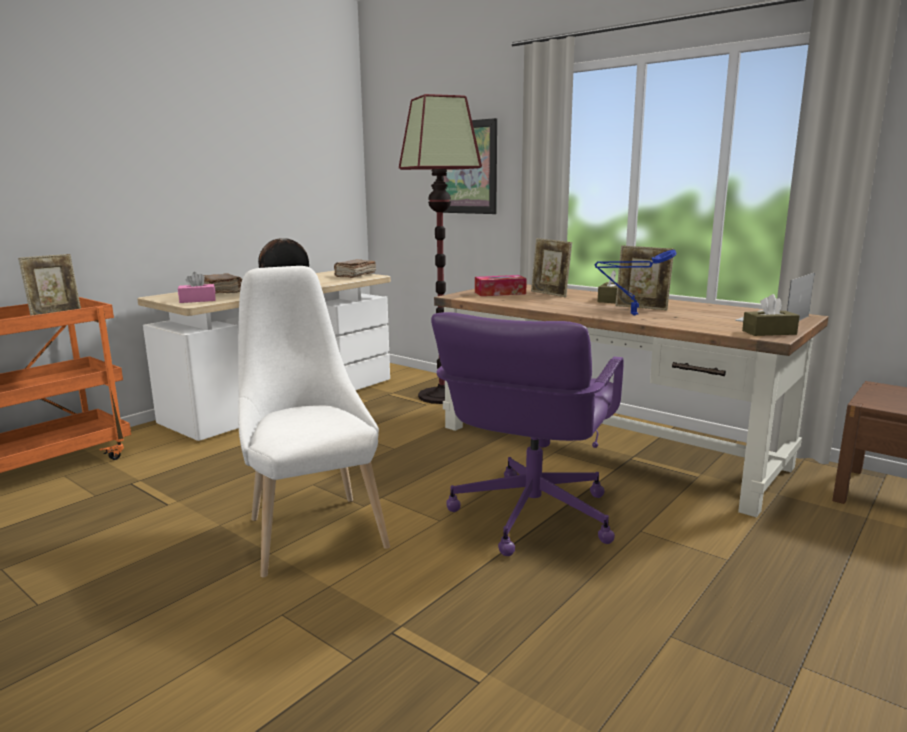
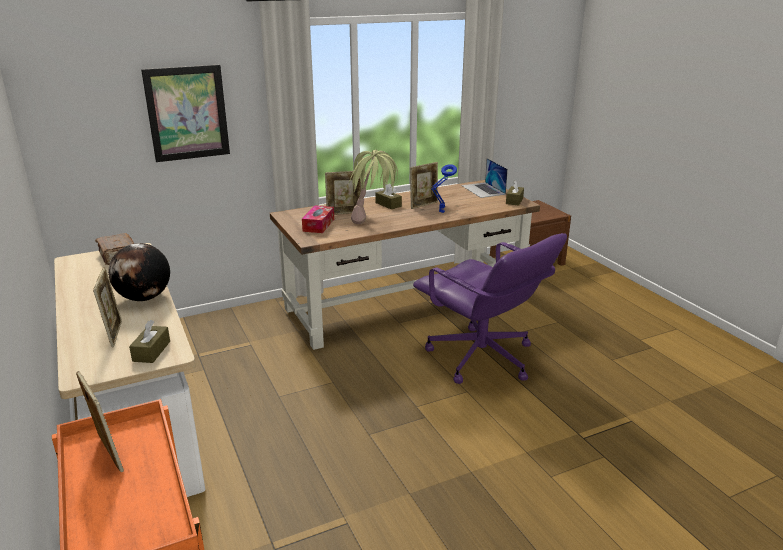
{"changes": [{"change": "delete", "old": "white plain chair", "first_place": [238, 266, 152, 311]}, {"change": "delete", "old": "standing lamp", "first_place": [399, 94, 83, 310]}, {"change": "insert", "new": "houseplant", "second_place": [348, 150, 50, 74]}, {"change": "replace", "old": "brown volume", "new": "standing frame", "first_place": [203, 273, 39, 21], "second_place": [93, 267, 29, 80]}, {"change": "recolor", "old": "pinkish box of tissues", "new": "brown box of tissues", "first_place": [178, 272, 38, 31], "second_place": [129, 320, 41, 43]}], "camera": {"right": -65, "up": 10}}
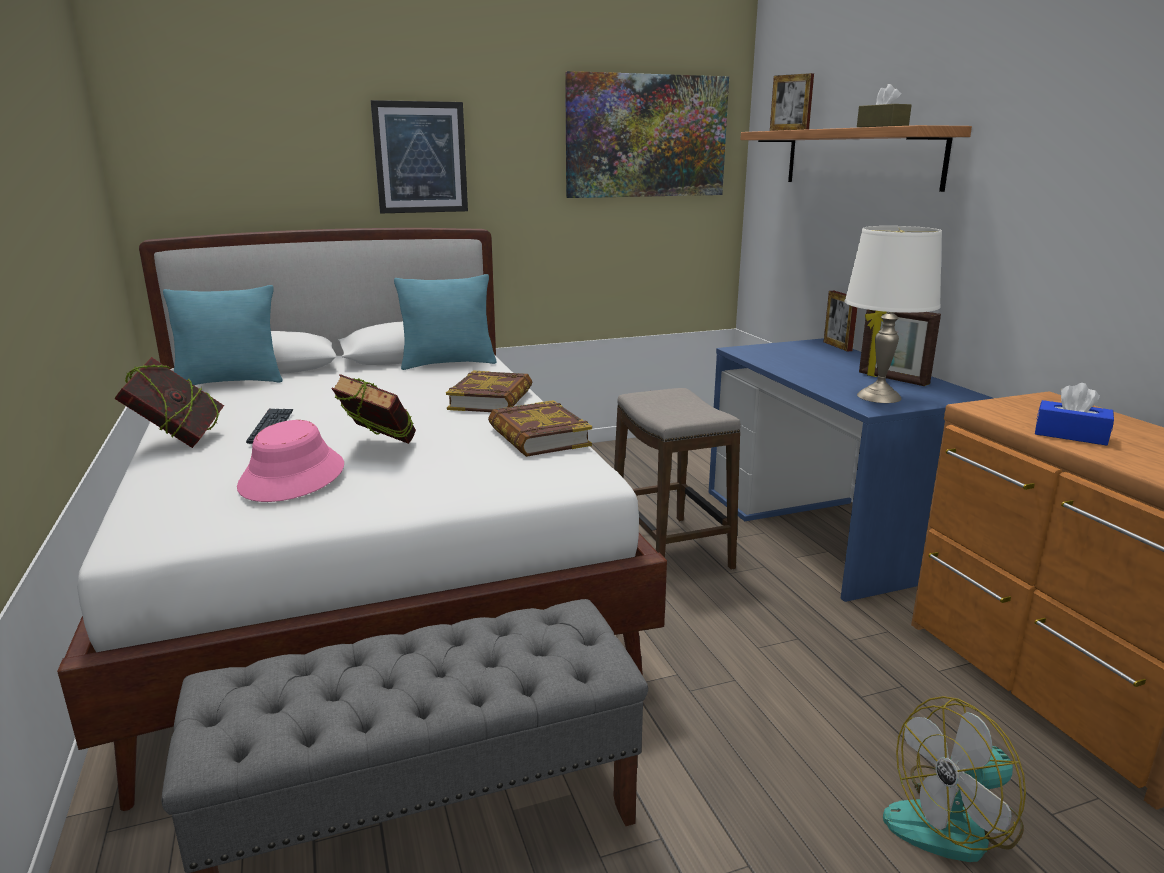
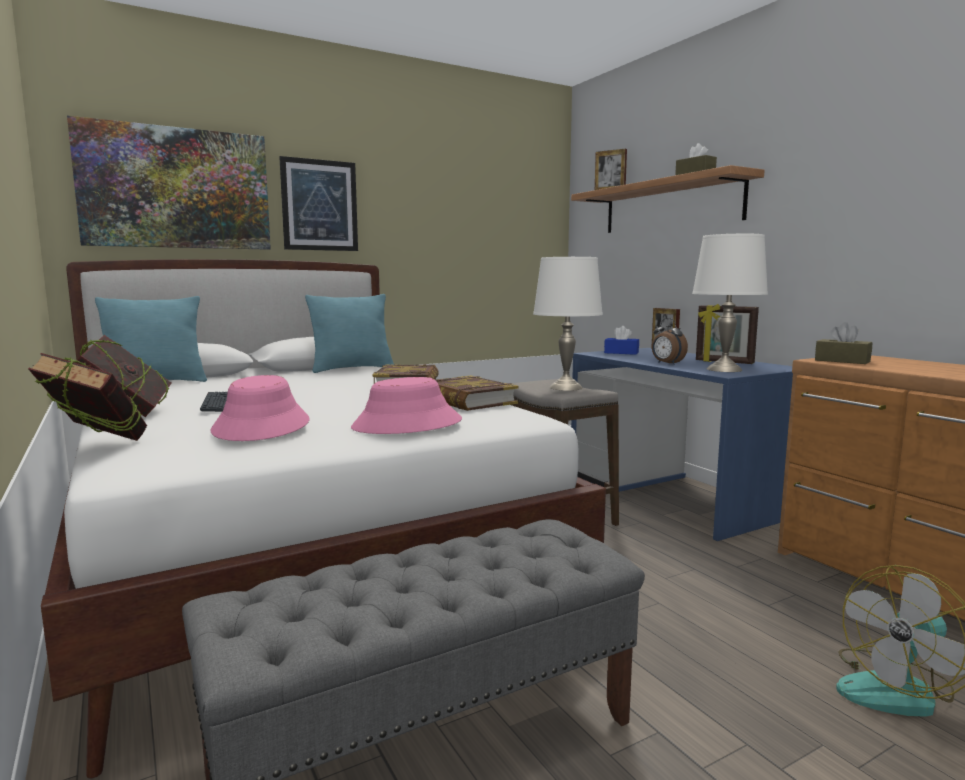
{"changes": [{"change": "insert", "new": "pinkish clothing hat", "second_place": [351, 377, 111, 57]}, {"change": "insert", "new": "white table lamp", "second_place": [533, 257, 70, 134]}, {"change": "insert", "new": "alarm clock", "second_place": [652, 318, 36, 47]}, {"change": "insert", "new": "brown box of tissues", "second_place": [815, 322, 58, 42]}, {"change": "move", "old": "volume", "first_place": [331, 374, 85, 70], "second_place": [28, 353, 119, 88]}, {"change": "move", "old": "wall art", "first_place": [565, 71, 164, 127], "second_place": [67, 116, 204, 134]}, {"change": "move", "old": "bluish box of tissues", "first_place": [1035, 383, 79, 63], "second_place": [604, 326, 35, 29]}], "camera": {"right": -10, "up": -10}}
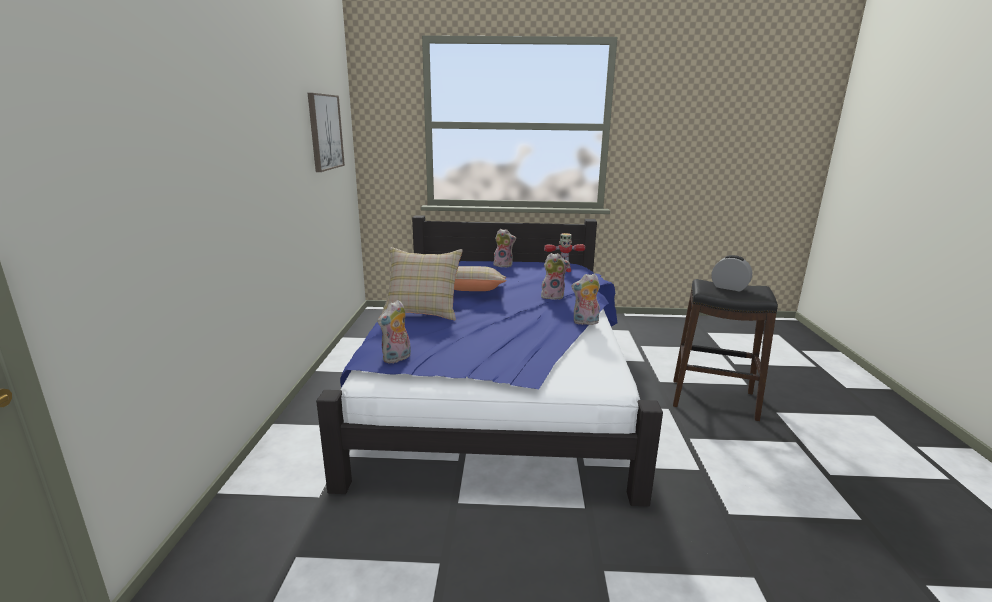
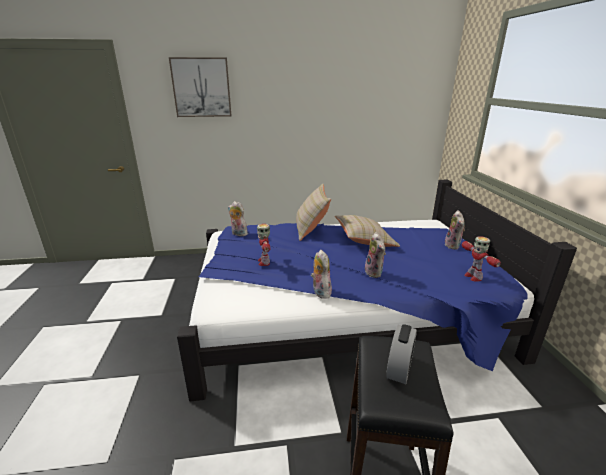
{"changes": [{"change": "insert", "new": "robot figure", "second_place": [257, 224, 13, 42]}, {"change": "move", "old": "wall art", "first_place": [308, 93, 37, 79], "second_place": [169, 57, 62, 60]}], "camera": {"right": 80, "up": 5}}
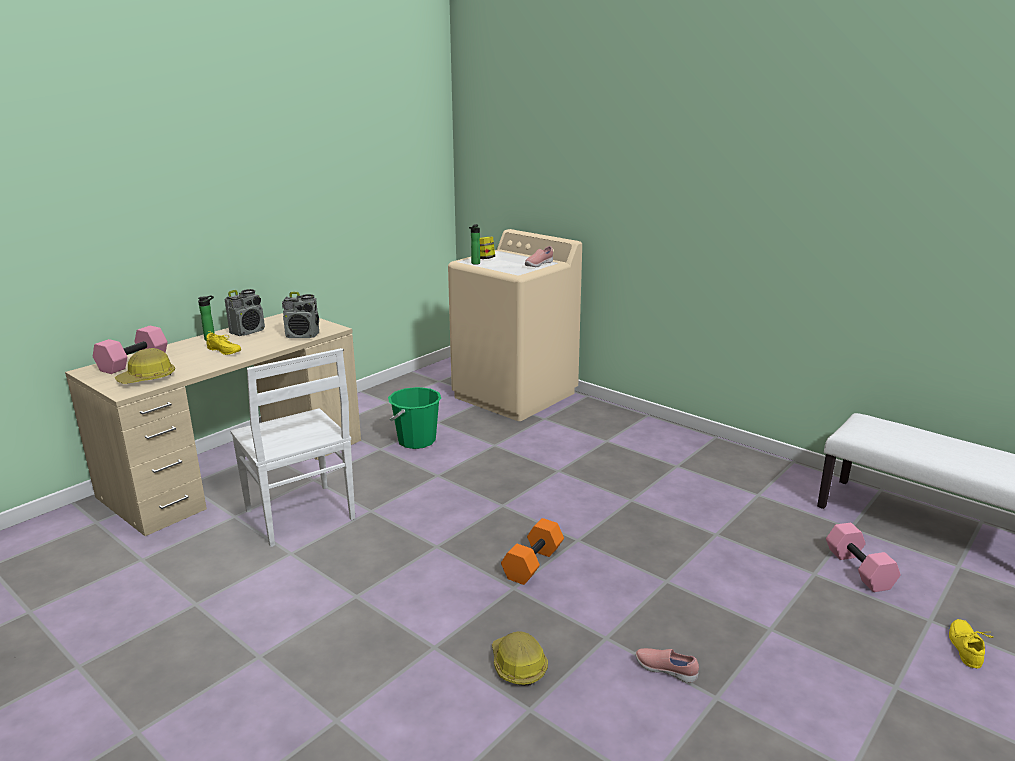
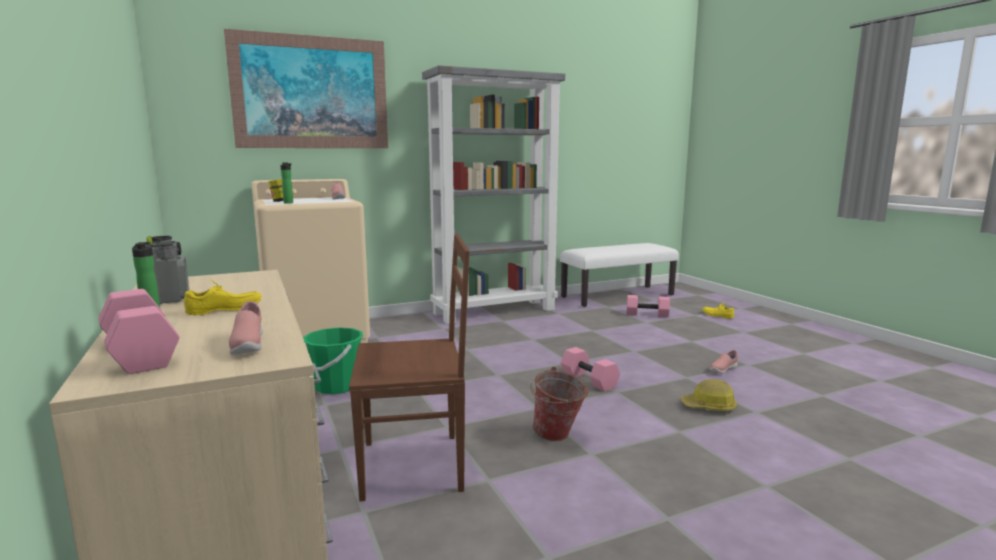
{"changes": [{"change": "delete", "old": "radio", "first_place": [282, 292, 37, 46]}, {"change": "insert", "new": "wall art", "second_place": [224, 29, 164, 119]}, {"change": "insert", "new": "gray shelving unit", "second_place": [422, 65, 143, 259]}, {"change": "insert", "new": "bucket", "second_place": [530, 367, 58, 74]}, {"change": "replace", "old": "safety helmet", "new": "pinkish item of footwear", "first_place": [115, 348, 60, 36], "second_place": [229, 301, 34, 54]}, {"change": "recolor", "old": "white plain chair", "new": "brown plain chair", "first_place": [230, 348, 125, 199], "second_place": [349, 233, 121, 268]}, {"change": "recolor", "old": "orange free weight", "new": "pinkish free weight", "first_place": [501, 518, 63, 67], "second_place": [561, 347, 59, 45]}], "camera": {"right": -65, "up": -10}}
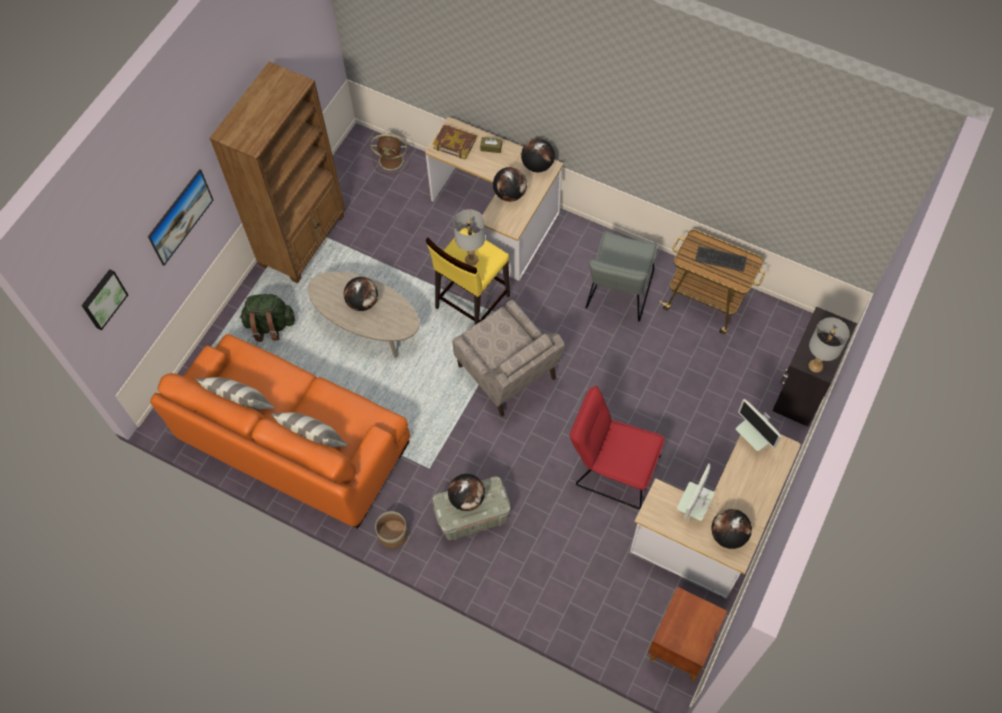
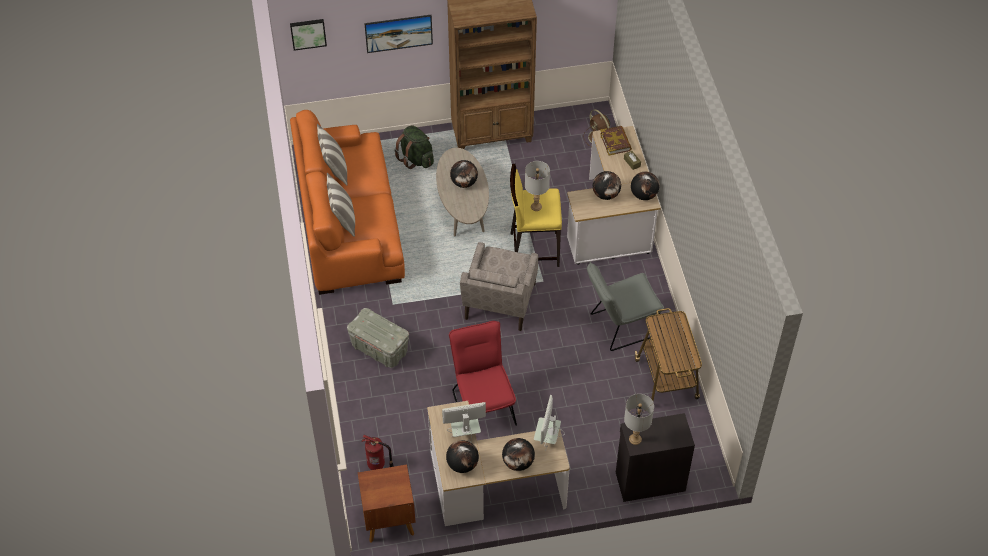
{"changes": [{"change": "delete", "old": "planter", "first_place": [375, 511, 33, 38]}, {"change": "delete", "old": "computer keyboard", "first_place": [695, 246, 52, 26]}, {"change": "insert", "new": "extinguisher", "second_place": [361, 435, 33, 35]}, {"change": "move", "old": "desk globe", "first_place": [448, 474, 37, 37], "second_place": [502, 438, 33, 33]}], "camera": {"right": 50, "up": -10}}
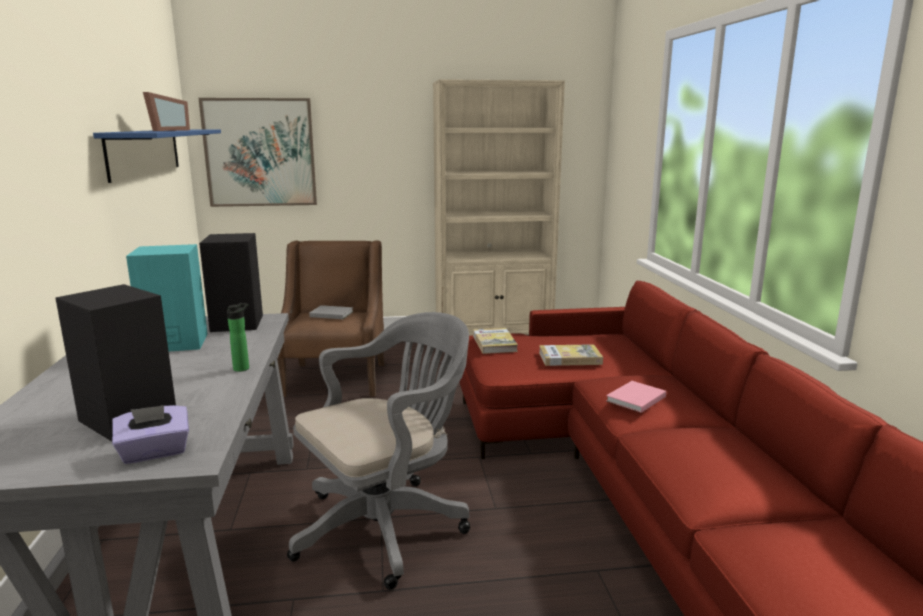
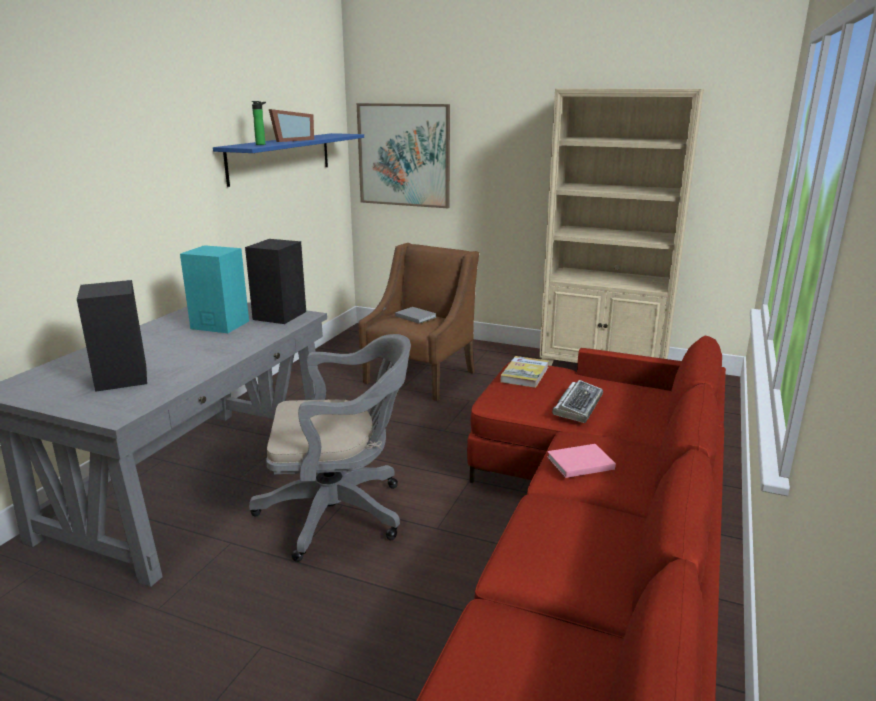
{"changes": [{"change": "delete", "old": "purple box of tissues", "first_place": [112, 405, 77, 59]}, {"change": "move", "old": "drink bottle", "first_place": [227, 303, 22, 69], "second_place": [252, 101, 14, 44]}, {"change": "replace", "old": "volume", "new": "computer keyboard", "first_place": [539, 344, 64, 22], "second_place": [552, 380, 51, 43]}], "camera": {"right": 30, "up": 5}}
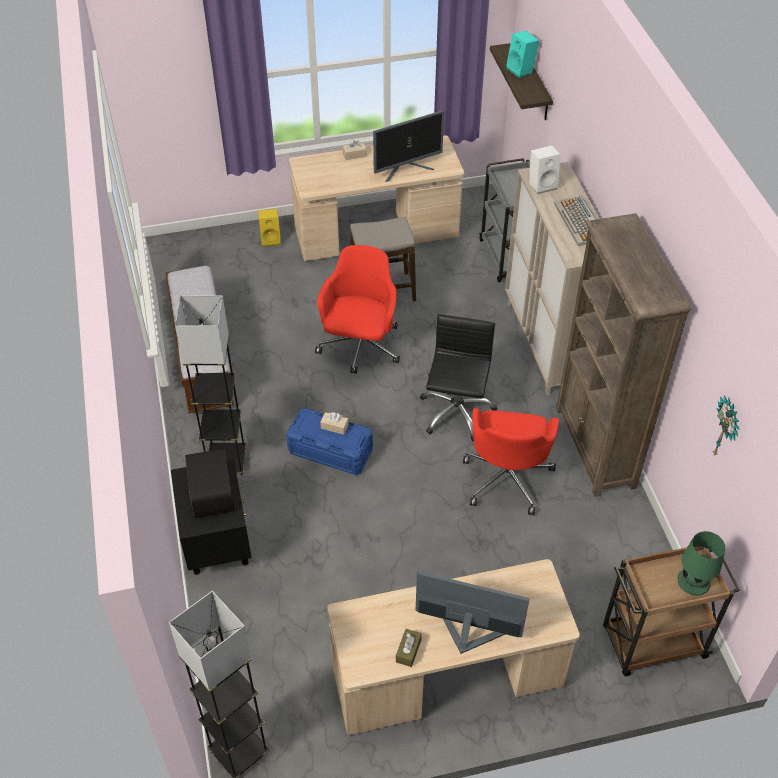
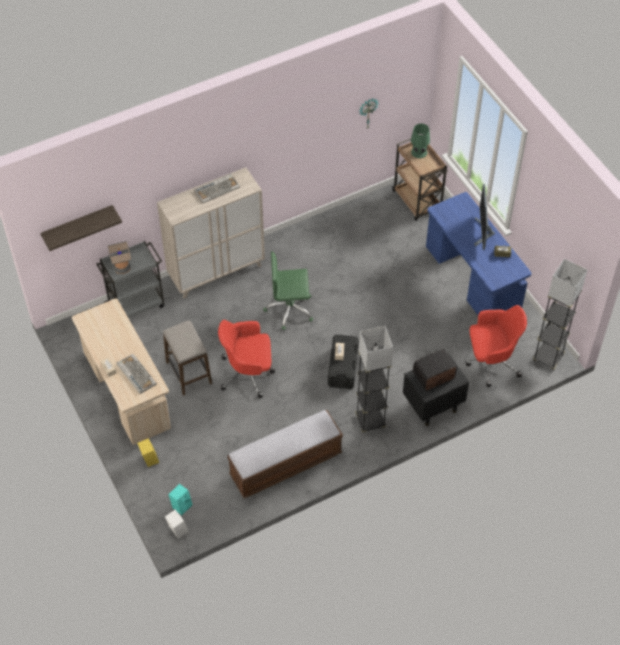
{"changes": [{"change": "delete", "old": "computer screen", "first_place": [373, 110, 71, 72]}, {"change": "delete", "old": "brown shelving unit", "first_place": [556, 213, 136, 284]}, {"change": "insert", "new": "table lamp", "second_place": [108, 241, 23, 33]}, {"change": "insert", "new": "computer keyboard", "second_place": [117, 354, 40, 40]}, {"change": "move", "old": "red-coloured desk chair", "first_place": [463, 408, 96, 107], "second_place": [466, 305, 61, 82]}, {"change": "move", "old": "blue-green audio speaker", "first_place": [506, 30, 33, 48], "second_place": [168, 484, 25, 31]}, {"change": "move", "old": "white audio speaker", "first_place": [529, 145, 31, 49], "second_place": [165, 510, 24, 29]}, {"change": "recolor", "old": "bluish storage container", "new": "blackish storage container", "first_place": [286, 408, 87, 67], "second_place": [328, 334, 31, 55]}, {"change": "recolor", "old": "sand-coloured desk table", "new": "bluish desk table", "first_place": [327, 559, 253, 176], "second_place": [426, 192, 106, 123]}, {"change": "recolor", "old": "blackish desk chair", "new": "green desk chair", "first_place": [420, 314, 77, 127], "second_place": [264, 251, 49, 79]}], "camera": {"right": -105, "up": 5}}
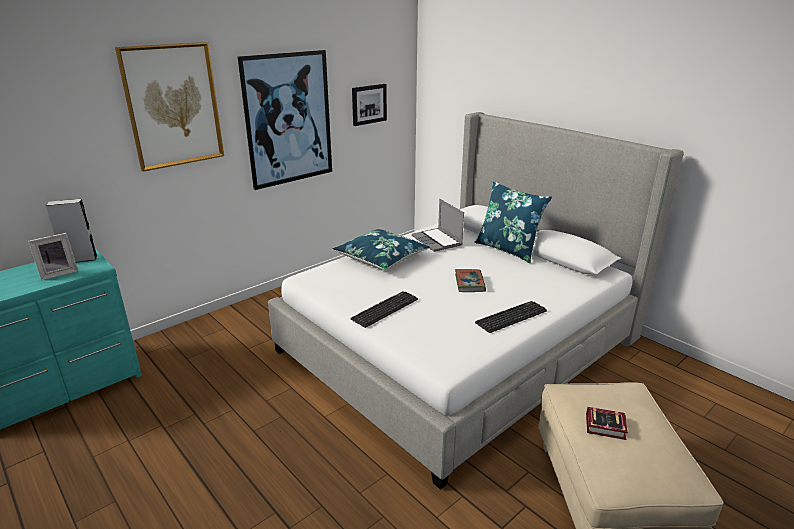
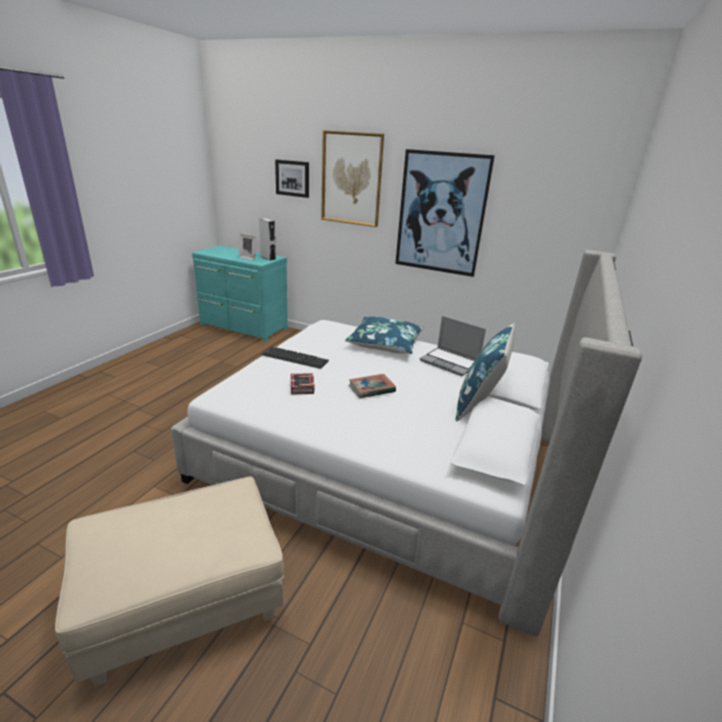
{"changes": [{"change": "delete", "old": "computer keyboard", "first_place": [475, 301, 72, 32]}, {"change": "move", "old": "wall art", "first_place": [352, 84, 35, 42], "second_place": [275, 159, 34, 39]}, {"change": "move", "old": "volume", "first_place": [586, 407, 42, 33], "second_place": [291, 373, 24, 22]}, {"change": "rotate", "old": "portable computer", "first_place": [412, 199, 52, 53], "second_place": [420, 316, 66, 60], "degrees": -90}], "camera": {"right": 65, "up": 0}}
